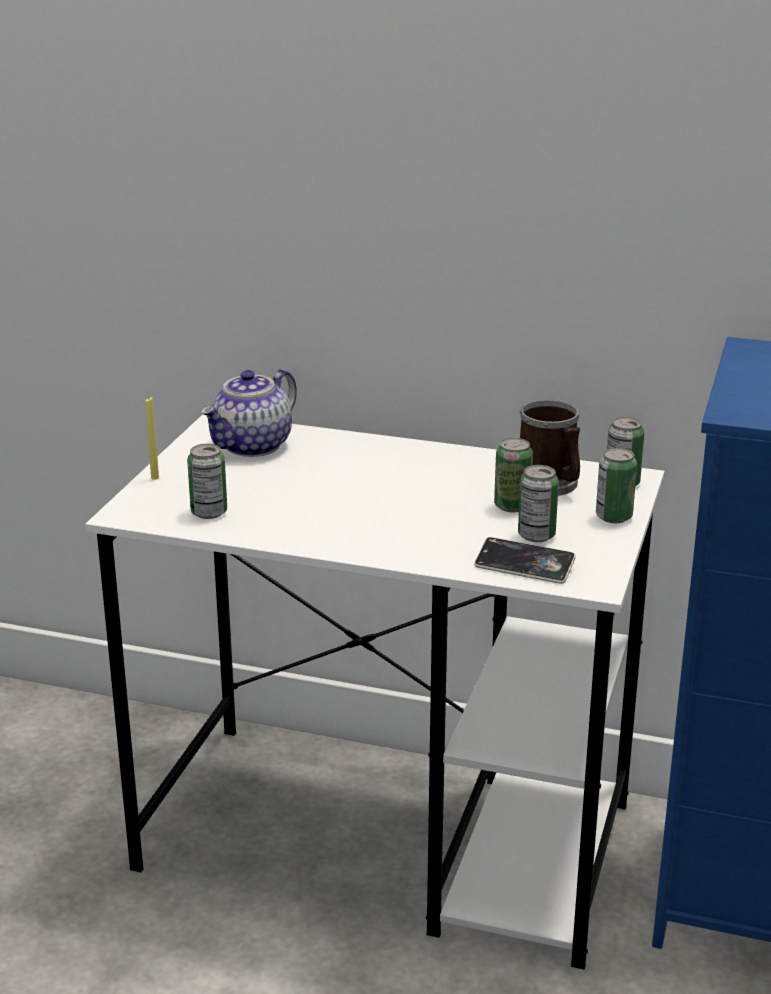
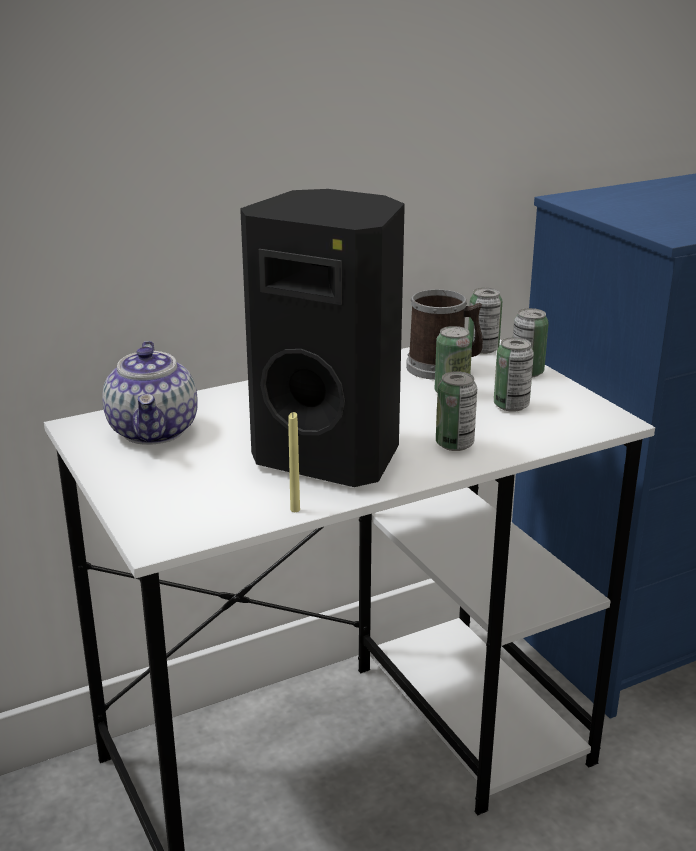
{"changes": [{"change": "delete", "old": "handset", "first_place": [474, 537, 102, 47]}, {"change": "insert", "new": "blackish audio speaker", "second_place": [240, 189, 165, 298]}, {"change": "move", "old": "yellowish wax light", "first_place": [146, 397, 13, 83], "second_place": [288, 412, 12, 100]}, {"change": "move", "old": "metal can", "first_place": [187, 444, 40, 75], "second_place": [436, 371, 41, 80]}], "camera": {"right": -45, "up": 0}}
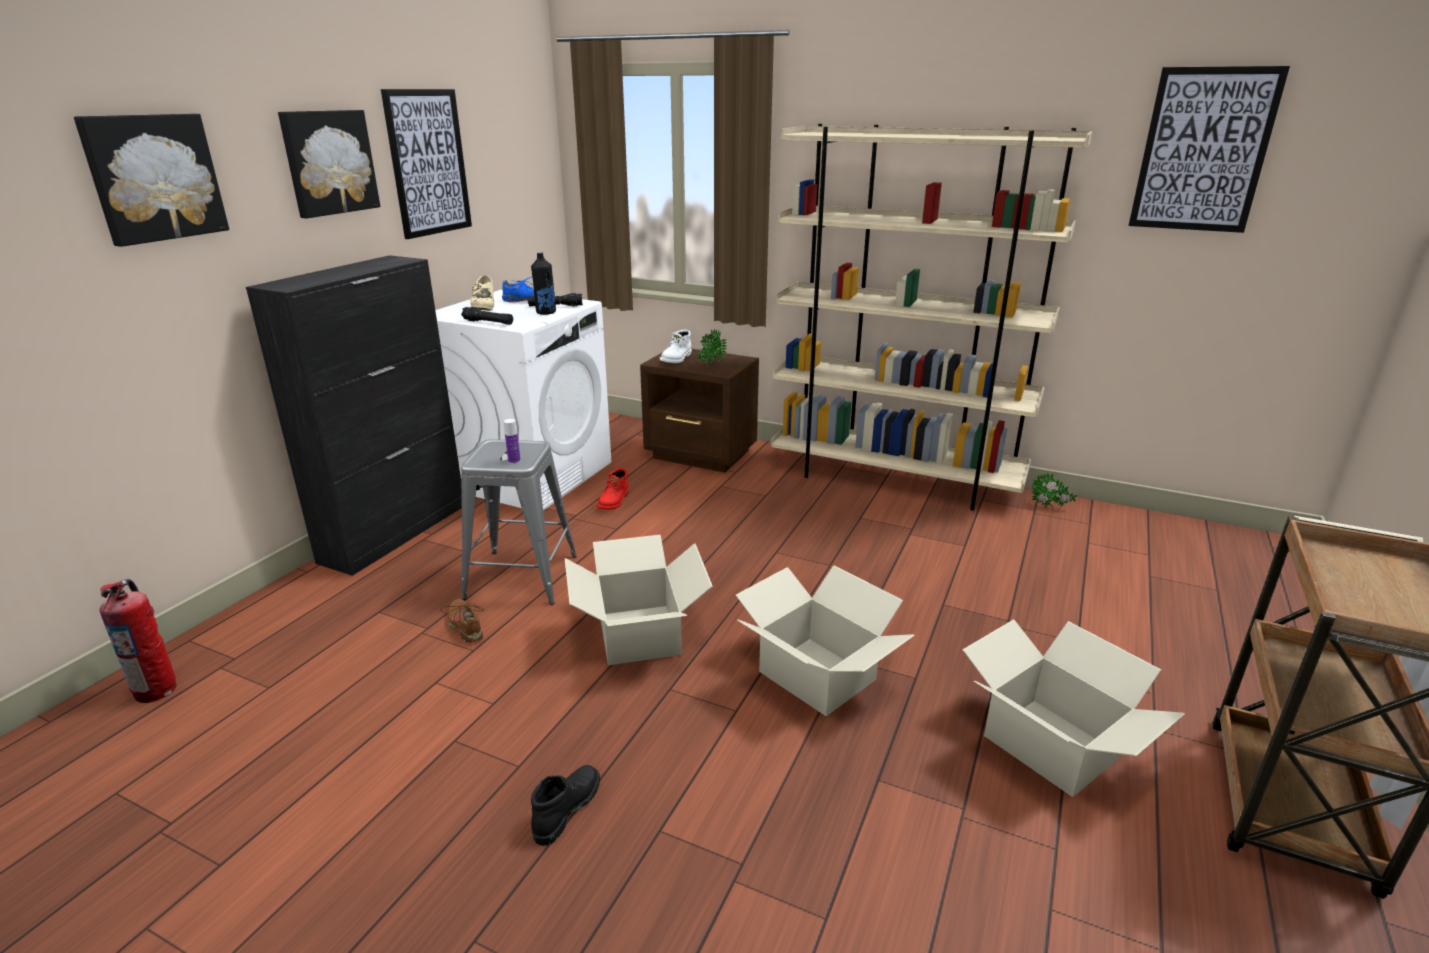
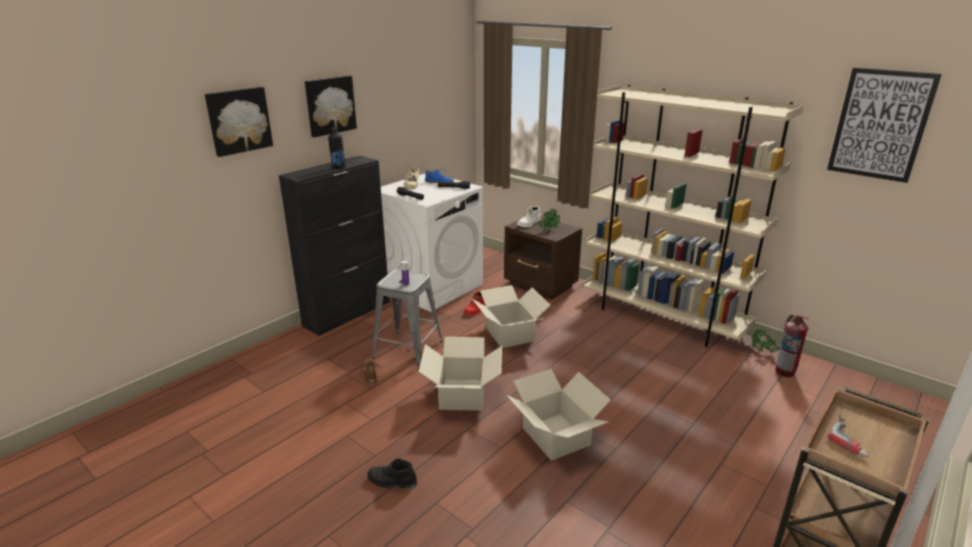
{"changes": [{"change": "delete", "old": "wall art", "first_place": [381, 89, 91, 150]}, {"change": "insert", "new": "power drill", "second_place": [828, 415, 41, 42]}, {"change": "move", "old": "extinguisher", "first_place": [99, 578, 78, 125], "second_place": [775, 314, 34, 63]}, {"change": "move", "old": "blackish drink bottle", "first_place": [531, 253, 25, 62], "second_place": [328, 128, 17, 41]}, {"change": "move", "old": "carton", "first_place": [962, 620, 223, 177], "second_place": [472, 285, 79, 63]}, {"change": "rotate", "old": "blackish high-top boot", "first_place": [531, 765, 69, 81], "second_place": [367, 458, 50, 31], "degrees": -120}], "camera": {"right": 15, "up": 0}}
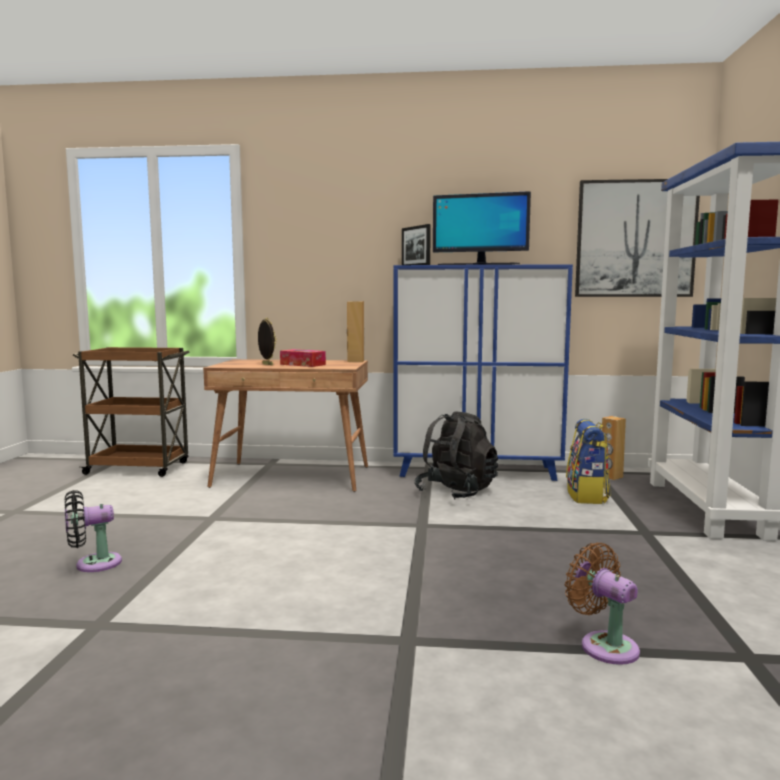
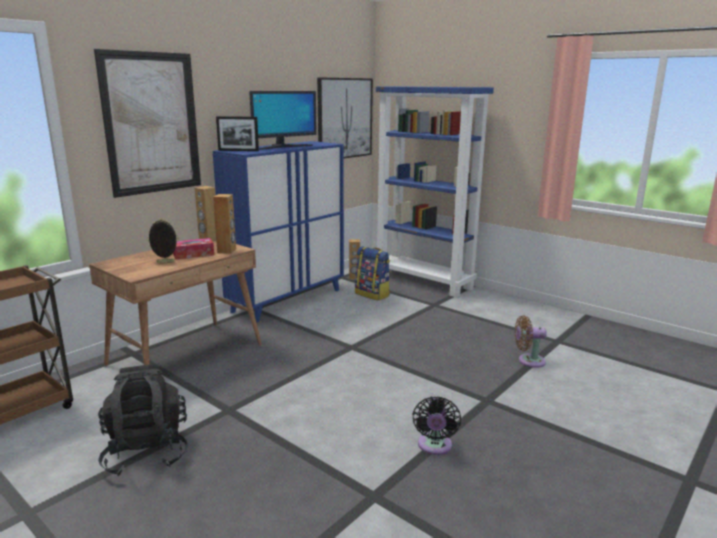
{"changes": [{"change": "insert", "new": "wall art", "second_place": [94, 49, 107, 149]}, {"change": "insert", "new": "brown audio speaker", "second_place": [213, 194, 23, 60]}, {"change": "move", "old": "blackish electric fan", "first_place": [65, 490, 57, 82], "second_place": [412, 396, 49, 59]}, {"change": "move", "old": "blackish backpack", "first_place": [414, 411, 84, 89], "second_place": [98, 364, 90, 112]}], "camera": {"right": -55, "up": 10}}
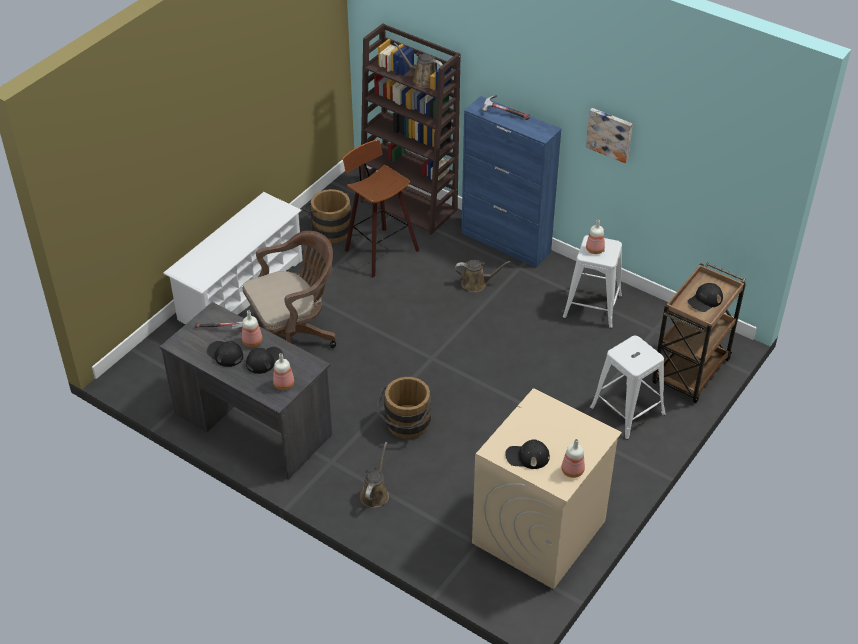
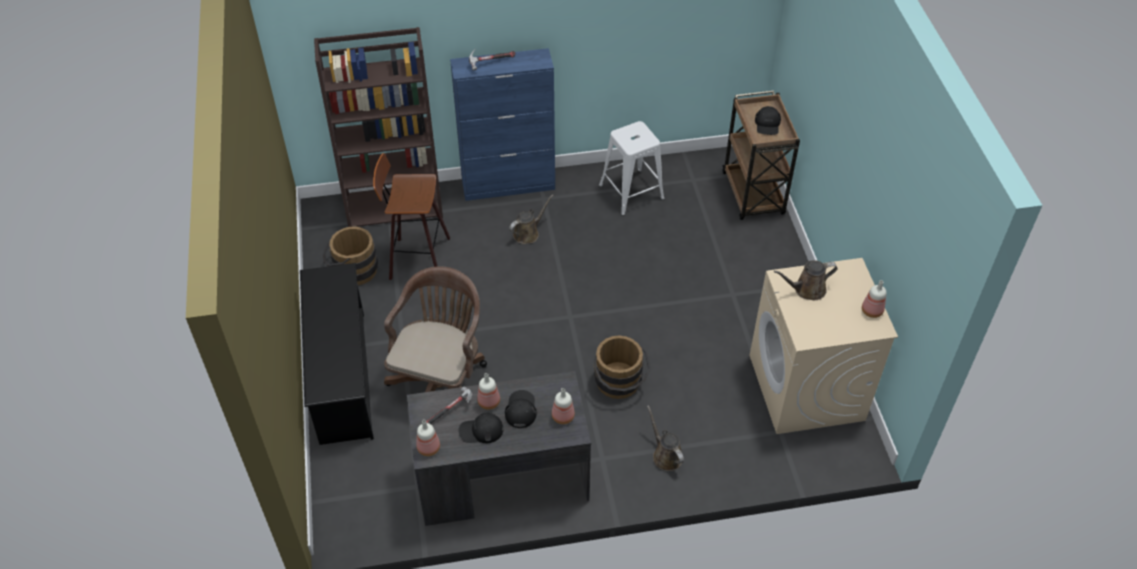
{"changes": [{"change": "delete", "old": "blackish baseball cap", "first_place": [505, 440, 45, 29]}, {"change": "delete", "old": "wall art", "first_place": [586, 108, 47, 55]}, {"change": "delete", "old": "white sitting stool", "first_place": [590, 336, 76, 104]}, {"change": "move", "old": "brown watering can", "first_place": [393, 42, 50, 46], "second_place": [774, 260, 64, 40]}, {"change": "move", "old": "drink bottle", "first_place": [586, 220, 19, 34], "second_place": [416, 420, 24, 36]}, {"change": "recolor", "old": "white shoe shelf", "new": "blackish shoe shelf", "first_place": [163, 192, 140, 132], "second_place": [300, 263, 74, 182]}], "camera": {"right": -45, "up": 5}}
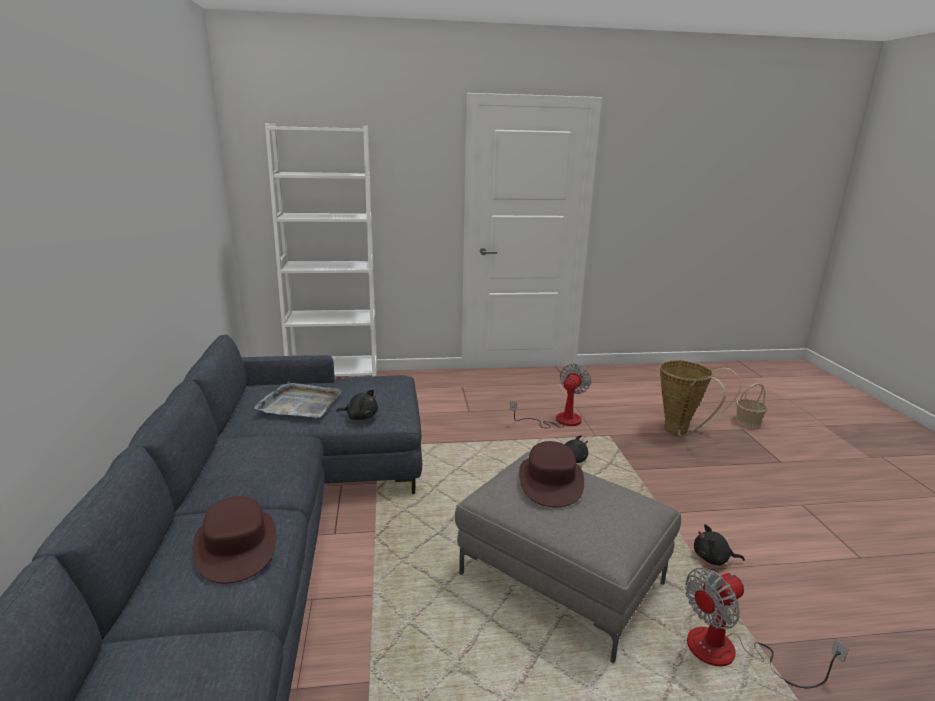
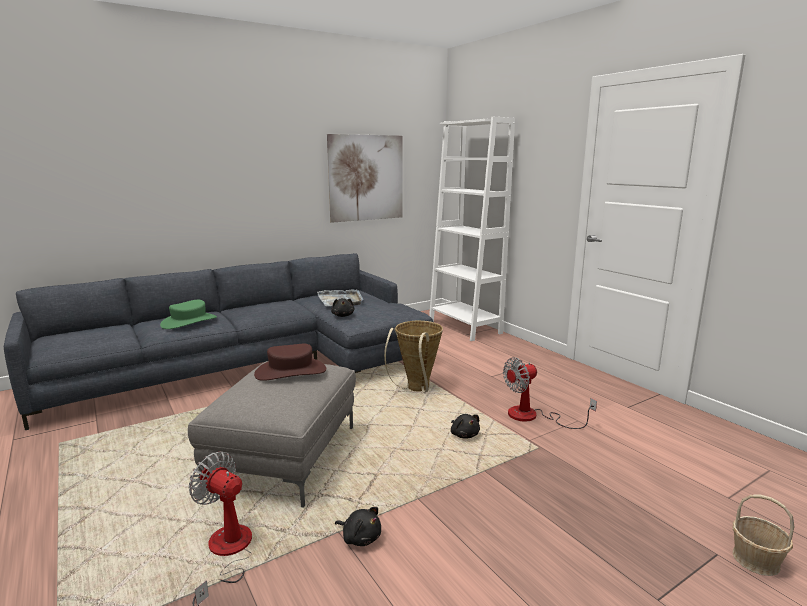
{"changes": [{"change": "insert", "new": "wall art", "second_place": [327, 134, 76, 89]}, {"change": "move", "old": "household basket", "first_place": [660, 360, 81, 77], "second_place": [384, 321, 59, 71]}, {"change": "recolor", "old": "brown clothing hat", "new": "green clothing hat", "first_place": [193, 496, 83, 87], "second_place": [160, 300, 57, 29]}, {"change": "rotate", "old": "electric fan", "first_place": [510, 364, 81, 64], "second_place": [503, 357, 94, 72], "degrees": 150}, {"change": "rotate", "old": "blackish soft toy", "first_place": [694, 524, 51, 42], "second_place": [335, 507, 46, 39], "degrees": 135}], "camera": {"right": 65, "up": -5}}
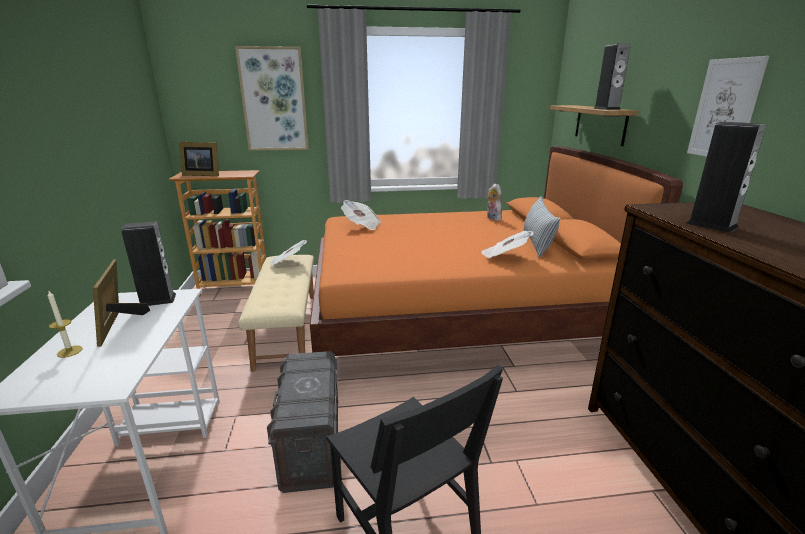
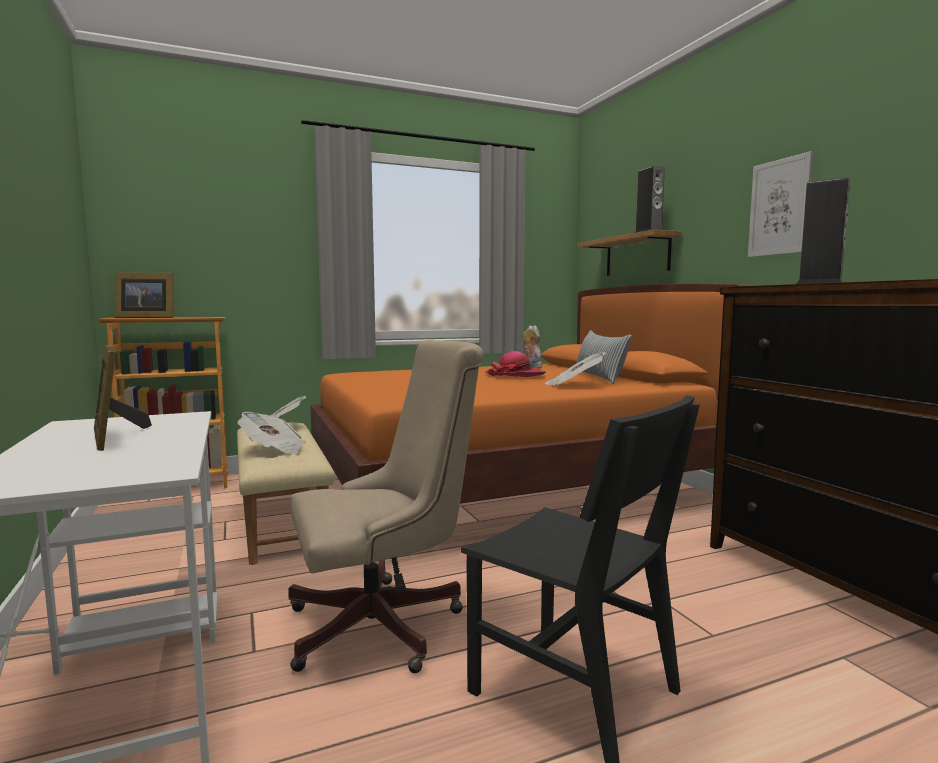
{"changes": [{"change": "delete", "old": "wax light", "first_place": [47, 291, 36, 67]}, {"change": "delete", "old": "audio speaker", "first_place": [121, 221, 55, 85]}, {"change": "delete", "old": "wall art", "first_place": [235, 46, 74, 105]}, {"change": "insert", "new": "clothing hat", "second_place": [485, 351, 61, 26]}, {"change": "move", "old": "printed paper", "first_place": [341, 200, 40, 30], "second_place": [238, 412, 68, 43]}, {"change": "replace", "old": "gray storage container", "new": "sand-coloured desk chair", "first_place": [267, 351, 71, 142], "second_place": [288, 340, 196, 333]}], "camera": {"right": -15, "up": -15}}
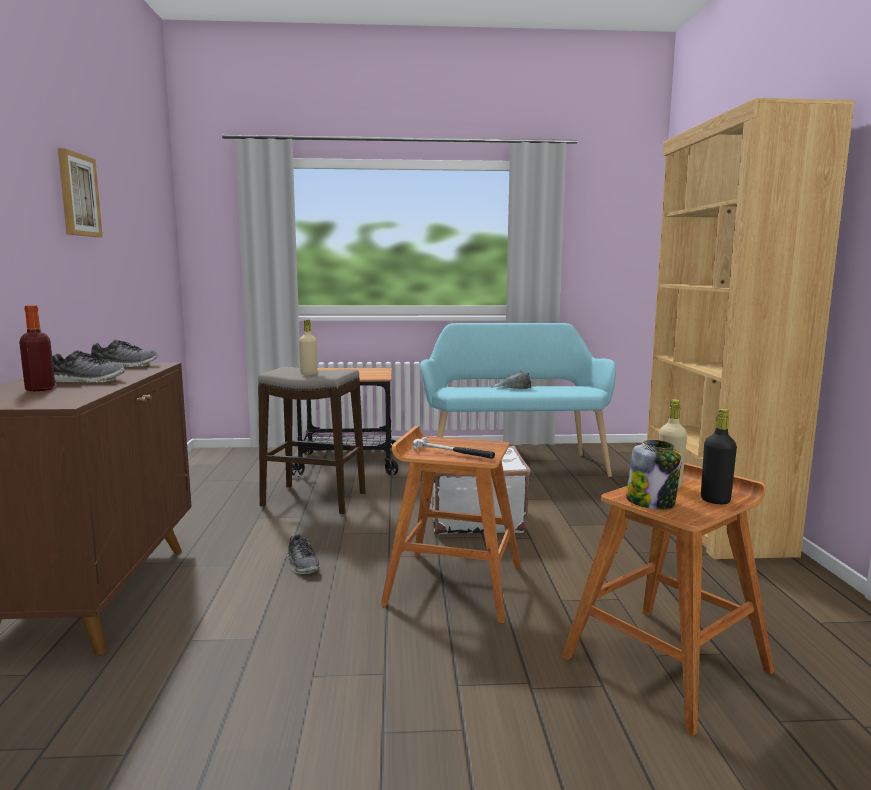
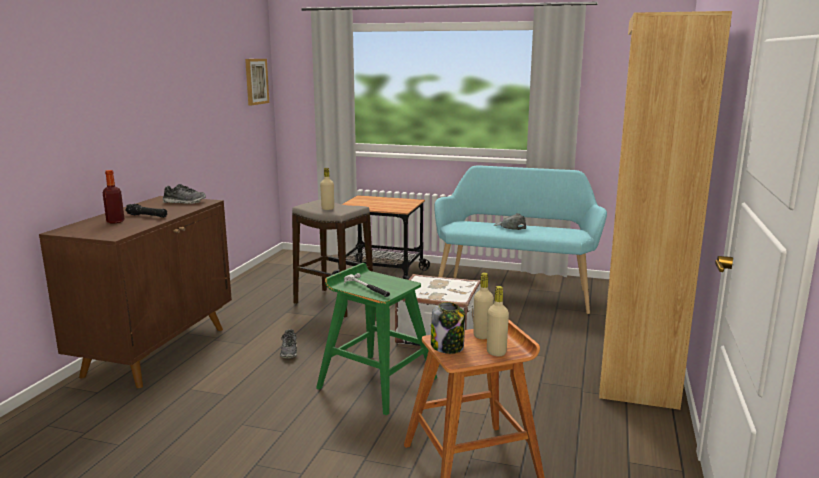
{"changes": [{"change": "move", "old": "wall art", "first_place": [58, 148, 45, 89], "second_place": [245, 59, 24, 47]}, {"change": "replace", "old": "item of footwear", "new": "blackish torch", "first_place": [52, 350, 73, 33], "second_place": [125, 204, 42, 14]}, {"change": "recolor", "old": "brown sitting stool", "new": "green sitting stool", "first_place": [380, 426, 141, 197], "second_place": [316, 263, 121, 153]}, {"change": "recolor", "old": "blackish drink bottle", "new": "sand-coloured drink bottle", "first_place": [701, 409, 36, 95], "second_place": [487, 286, 22, 70]}], "camera": {"right": 20, "up": 5}}
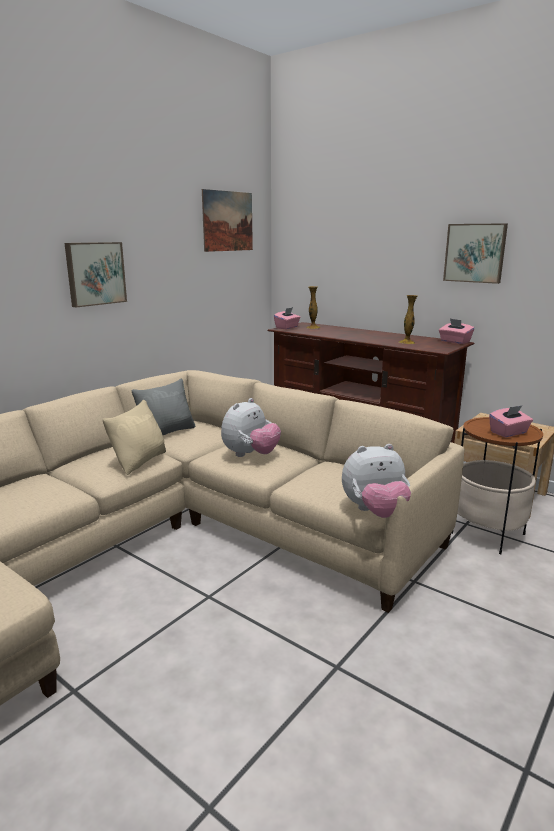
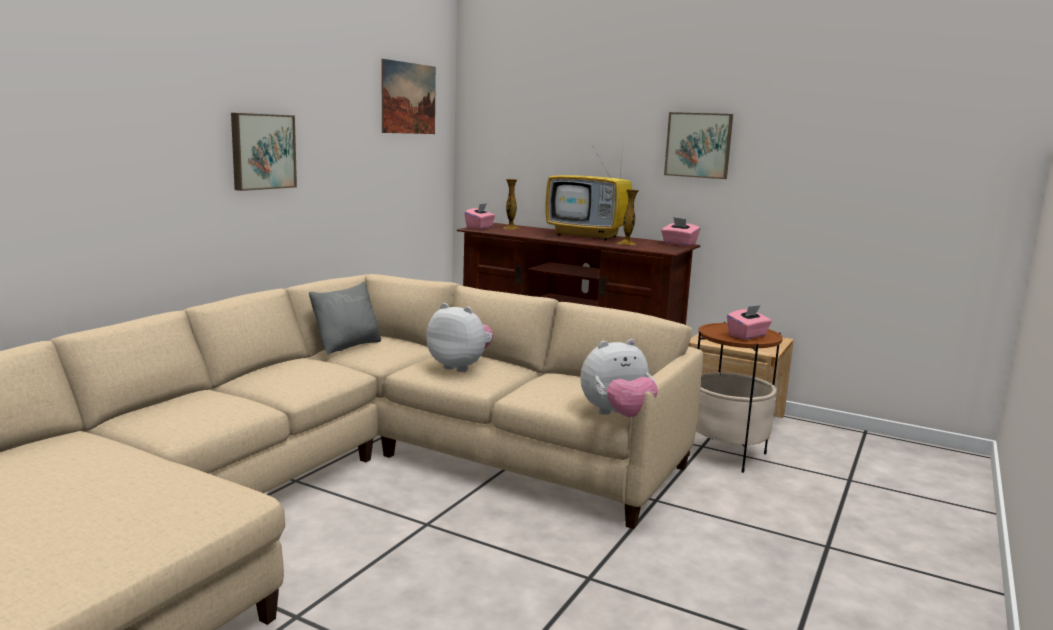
{"changes": [{"change": "delete", "old": "sand-coloured throw pillow", "first_place": [103, 399, 63, 76]}, {"change": "insert", "new": "TV", "second_place": [546, 144, 86, 96]}, {"change": "rotate", "old": "soft toy", "first_place": [221, 398, 60, 59], "second_place": [427, 303, 66, 69], "degrees": -90}], "camera": {"right": -10, "up": -5}}
